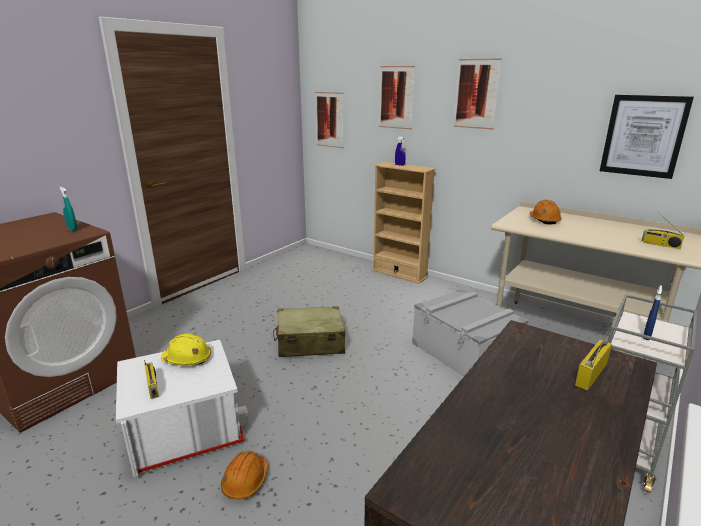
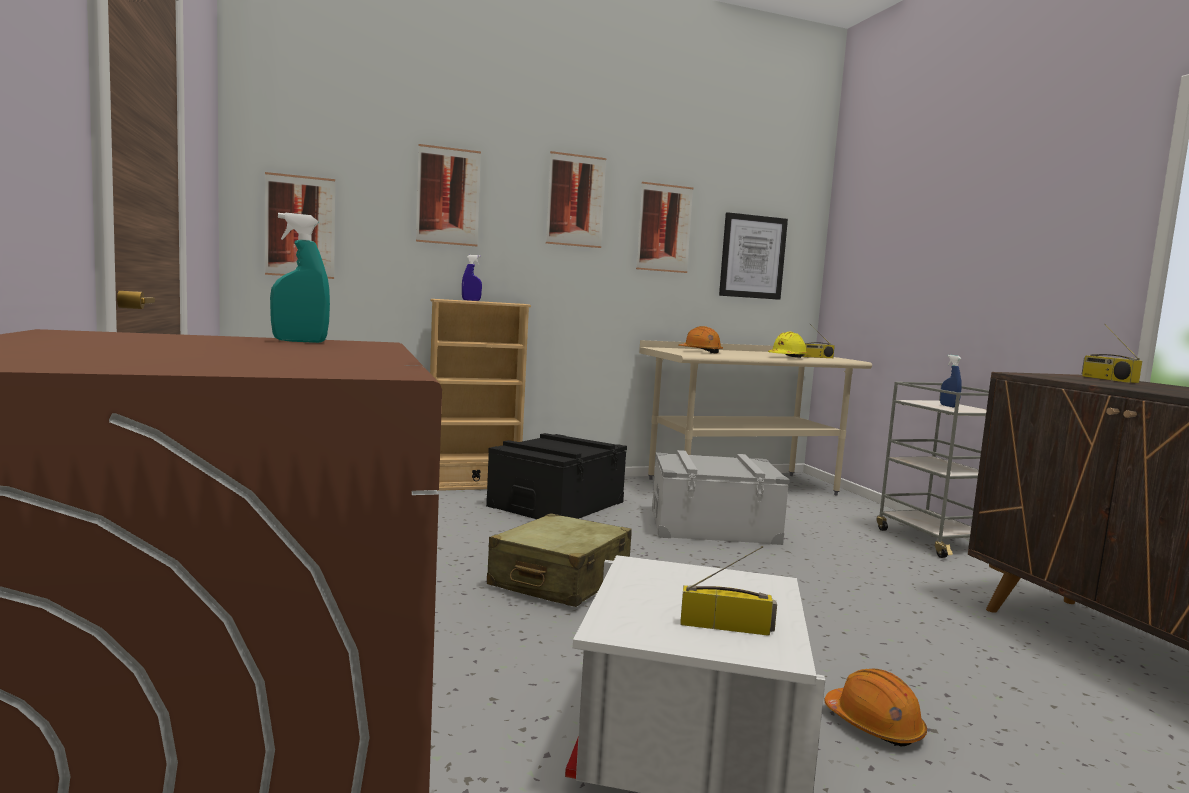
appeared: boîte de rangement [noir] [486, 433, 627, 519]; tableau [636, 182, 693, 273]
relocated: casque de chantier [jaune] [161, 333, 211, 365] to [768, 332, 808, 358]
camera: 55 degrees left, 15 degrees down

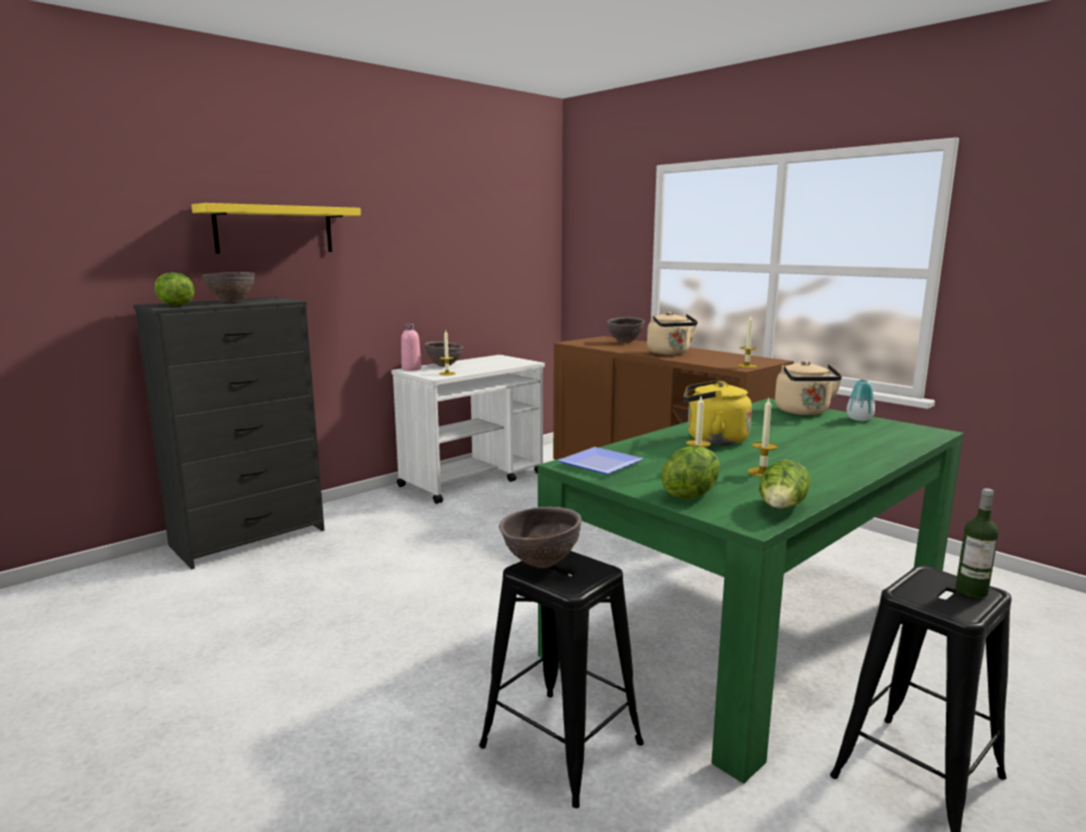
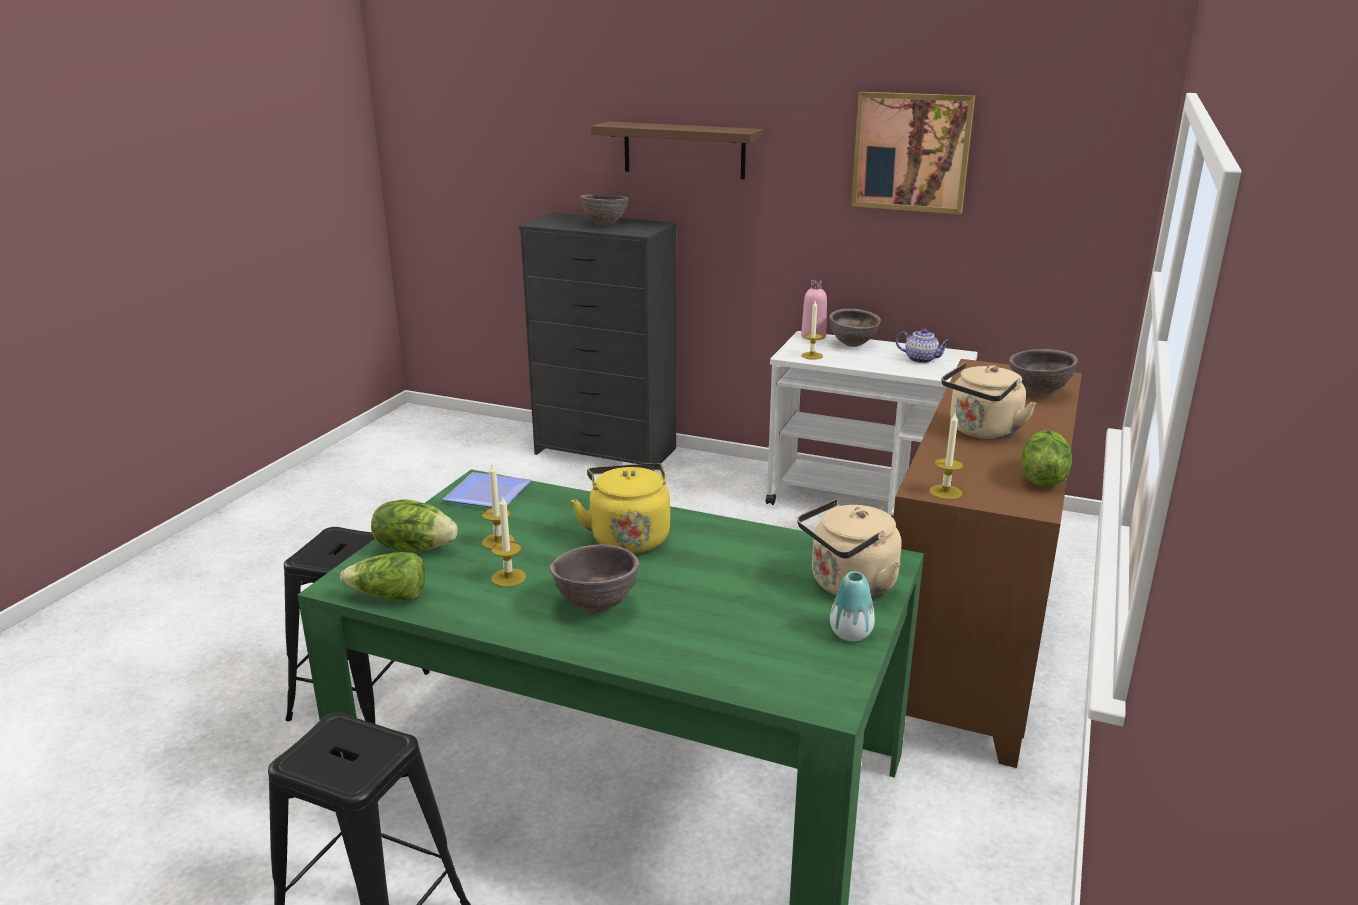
missing: bouteille [955, 488, 999, 598]
appeared: tableau [851, 92, 975, 214]; théière [896, 328, 951, 363]
relocated: laitue [154, 272, 194, 306] to [1021, 431, 1072, 487]; bol [marron] [499, 507, 582, 568] to [550, 544, 640, 613]
colour: étagère [jaune] [192, 203, 361, 254] to étagère [marron] [591, 121, 764, 179]
camera: 65 degrees right, 10 degrees up

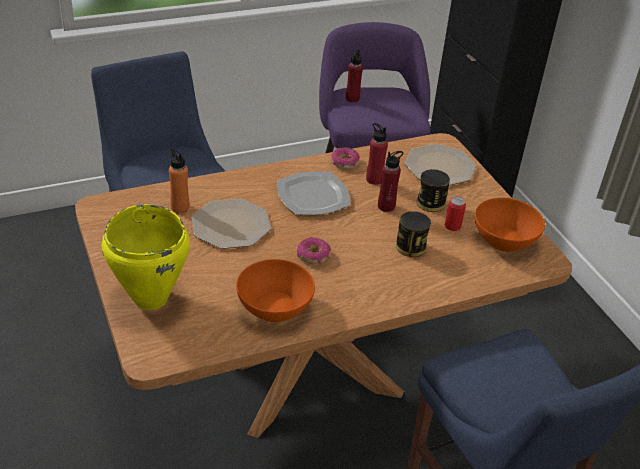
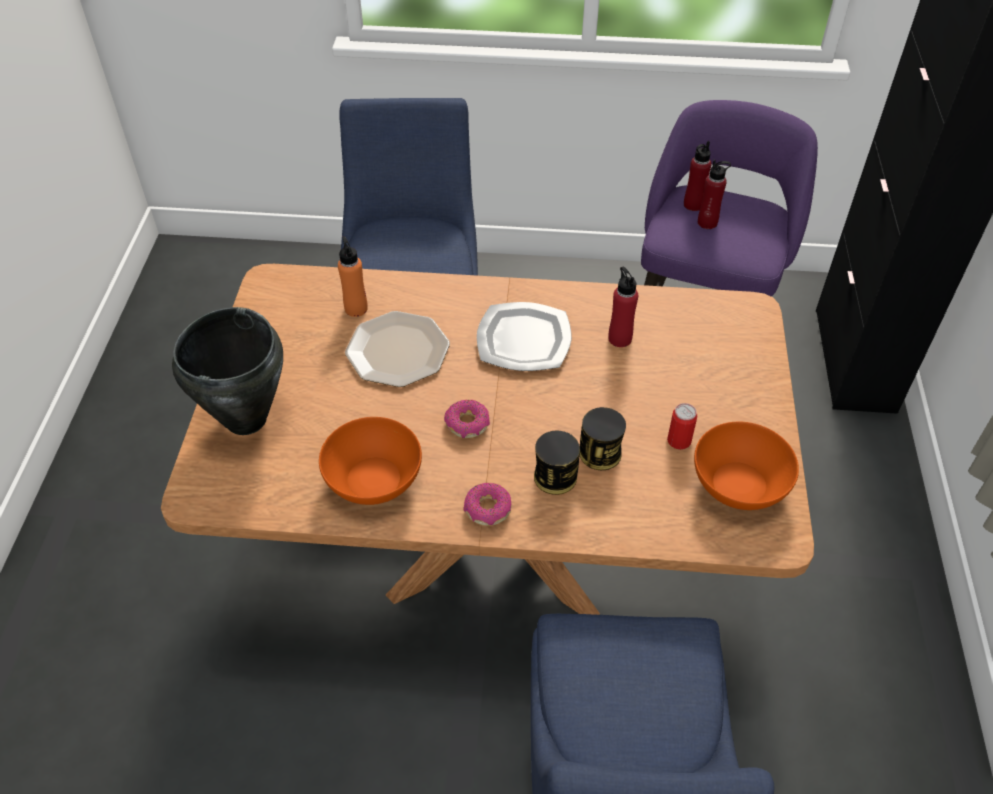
missing: assiette [404, 144, 476, 186]
relocated: beignet [331, 147, 360, 169] to [464, 483, 511, 526]; bouteille [rouge] [378, 151, 403, 212] to [698, 160, 731, 229]; boîte métallique [417, 169, 450, 212] to [534, 431, 580, 495]
colour: marmite [jaune] [102, 204, 190, 310] to marmite [noir] [172, 307, 283, 435]
camera: 30 degrees right, 10 degrees up

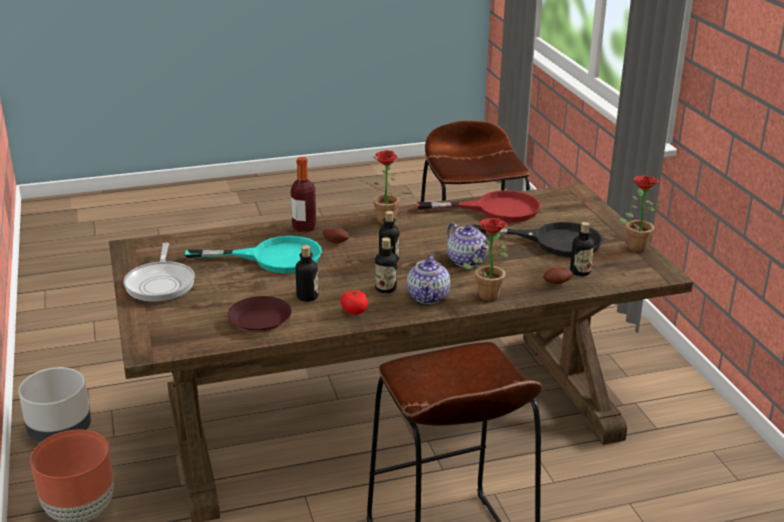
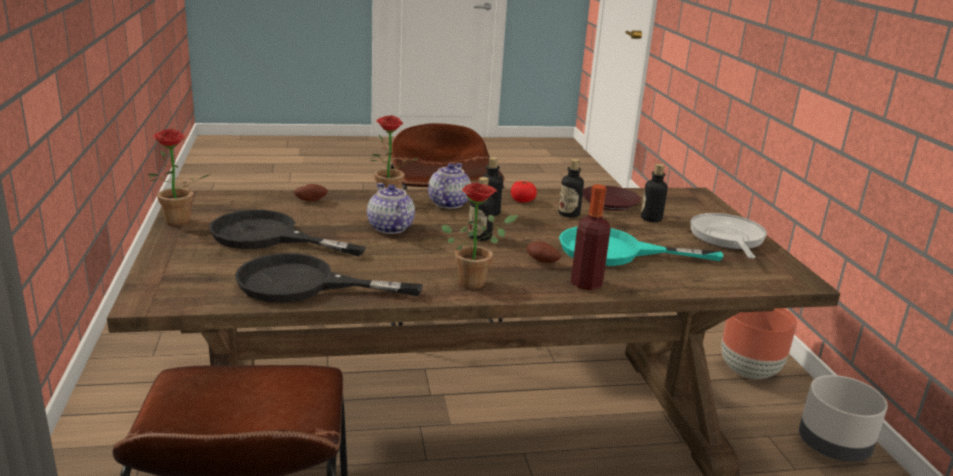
relocated: bouteille [570, 222, 594, 276] to [641, 164, 668, 222]
colour: poêle [rouge] [417, 190, 541, 222] to poêle [noir] [235, 253, 423, 303]
camera: 175 degrees left, 5 degrees down

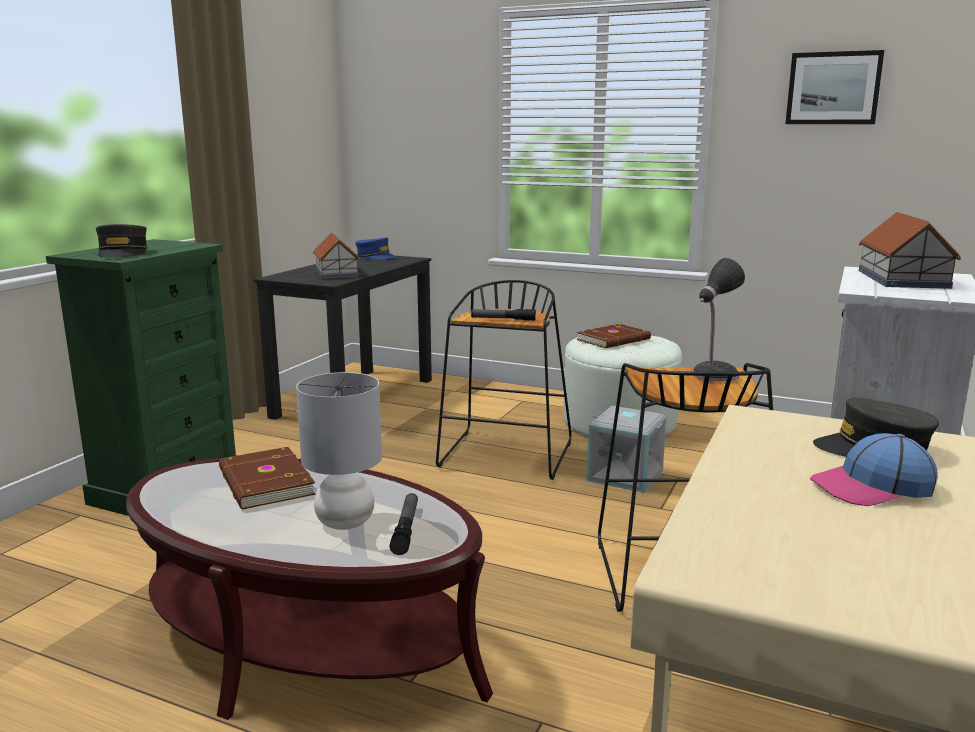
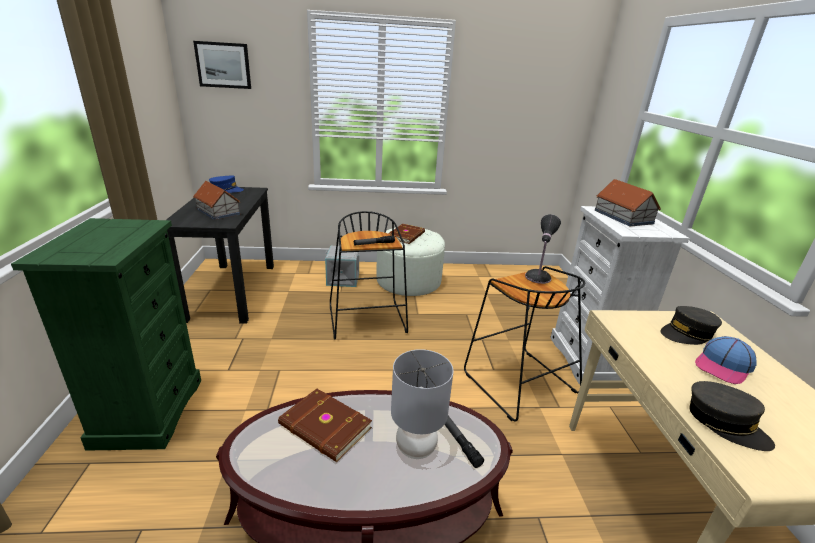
relocated: casquette [gris] [96, 224, 148, 257] to [690, 381, 775, 451]; boîte de rangement [gris] [587, 406, 667, 493] to [325, 246, 360, 287]; tableau [786, 50, 884, 124] to [193, 41, 251, 89]
camera: 30 degrees left, 10 degrees up

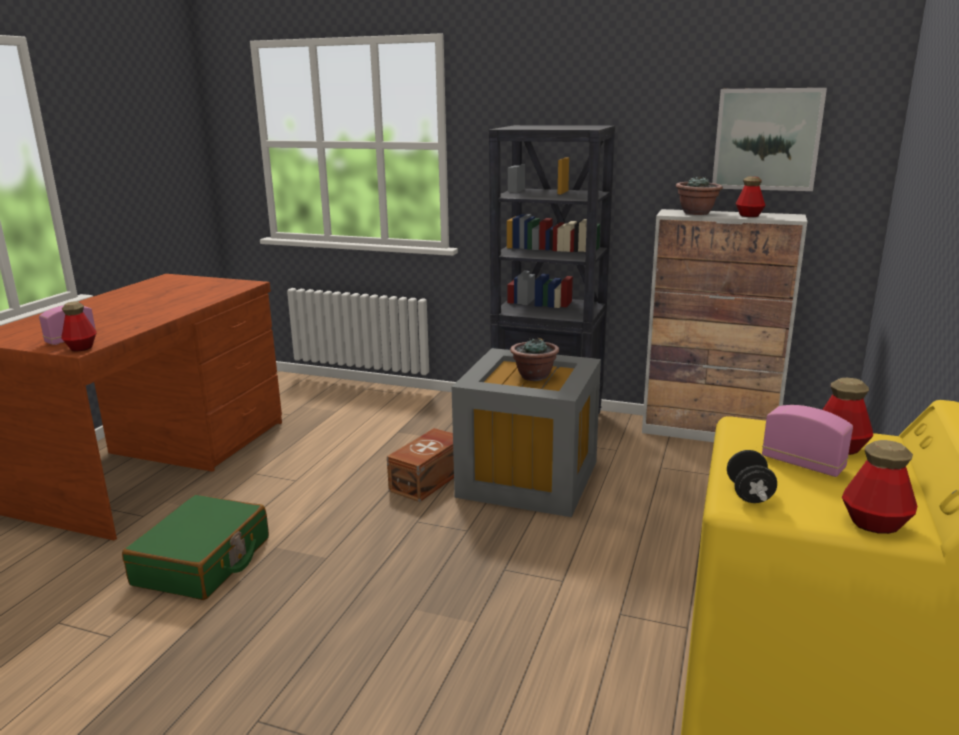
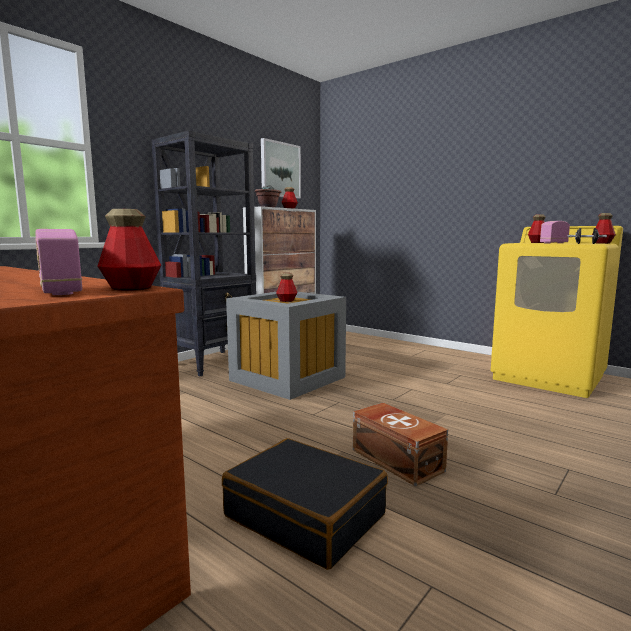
relocated: boîte de rangement [marron] [387, 428, 454, 502] to [353, 403, 448, 486]
exchanged: plante en pot [510, 337, 559, 381] to bouteille [276, 273, 298, 302]
colour: valise [vert] [122, 495, 269, 600] to valise [noir] [222, 438, 388, 570]
camera: 70 degrees left, 10 degrees down

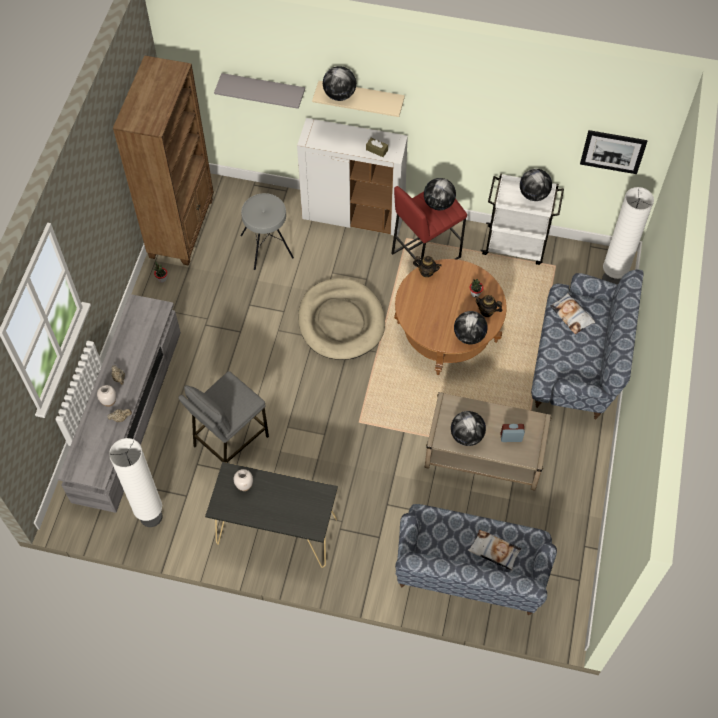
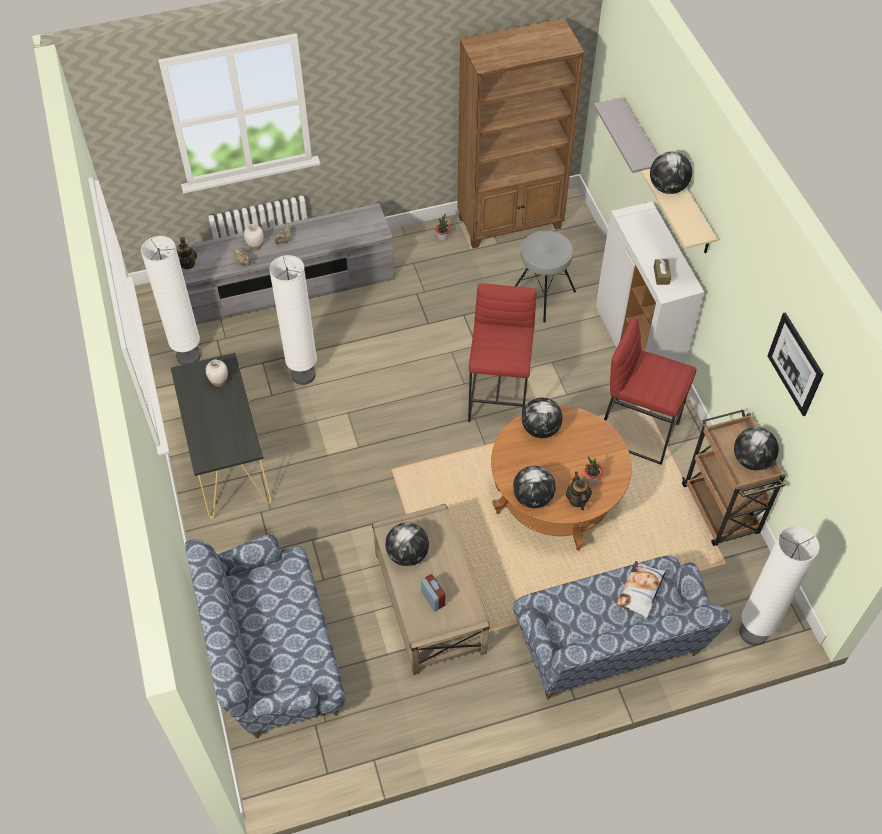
missing: coussin [468, 530, 521, 571]
relocated: théière [413, 256, 442, 277] to [177, 237, 197, 269]; globe [424, 178, 456, 210] to [522, 397, 563, 438]; tableau [580, 130, 648, 174] to [767, 312, 824, 416]
exchanged: tabouret [gris] [178, 371, 269, 463] to lampadaire [blanc] [269, 255, 317, 385]; panier pour chien [beige] [298, 278, 385, 360] to tabouret [rouge] [468, 283, 537, 422]
colour: chariot [blanc] [480, 173, 564, 265] to chariot [marron] [682, 410, 785, 546]
camera: 60 degrees right, 5 degrees down

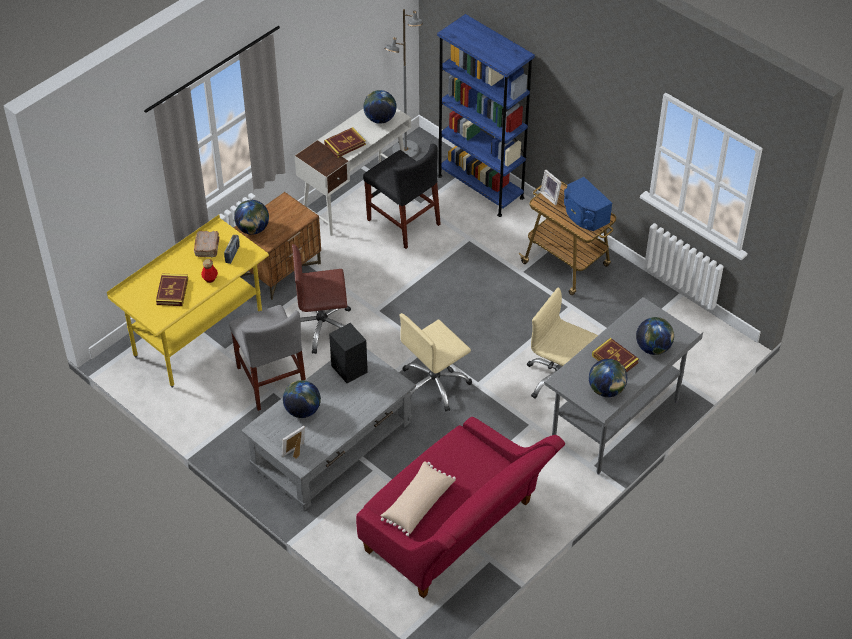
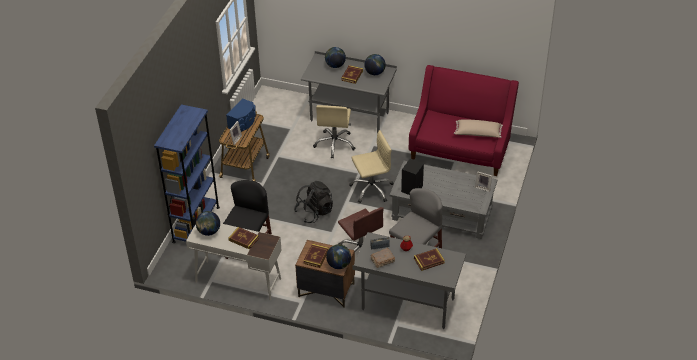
missing: globe [283, 380, 321, 418]; lampadaire [gris] [384, 9, 423, 158]
appeared: sac à dos [noir] [294, 181, 333, 223]; livre [303, 244, 329, 268]
colour: bureau [jaune] [107, 215, 269, 387] to bureau [gris] [353, 232, 466, 329]
spun: chaise de bureau [beige] [399, 313, 472, 411] = [349, 130, 394, 203] 45 degrees counterclockwise
camera: 115 degrees left, 5 degrees down

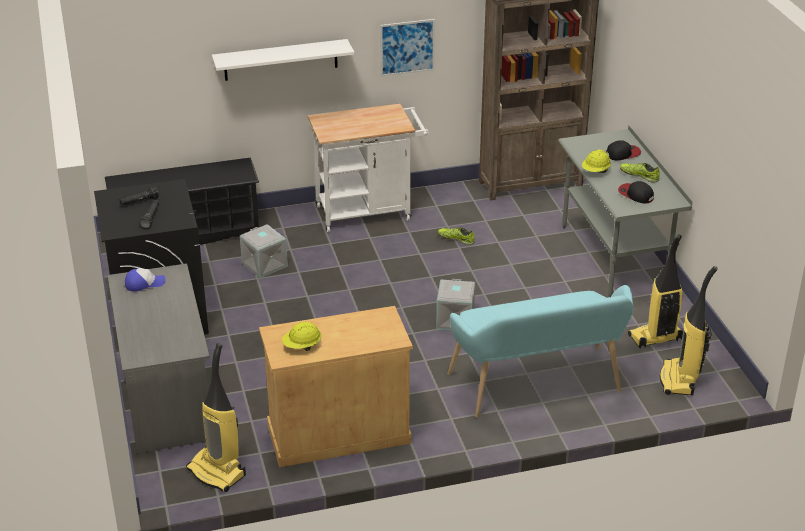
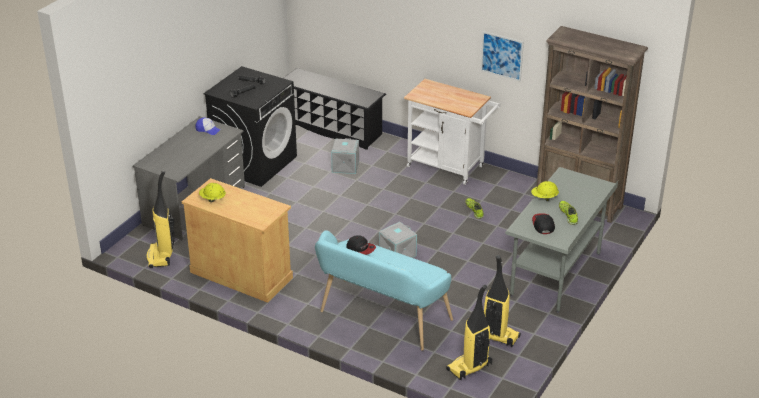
missing: étagère [blanc] [212, 39, 354, 81]
relocated: casquette [606, 140, 641, 160] to [346, 236, 376, 255]
camera: 45 degrees right, 0 degrees up

